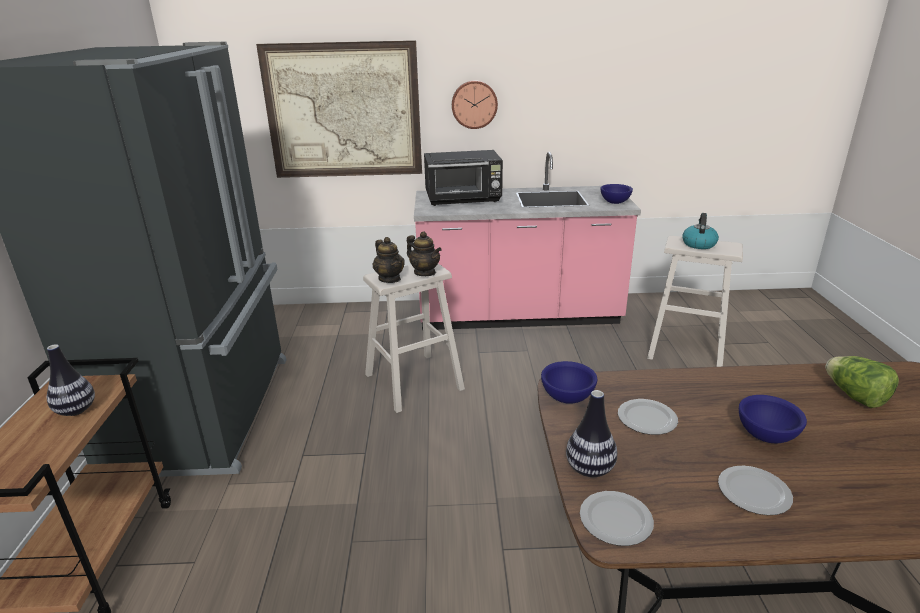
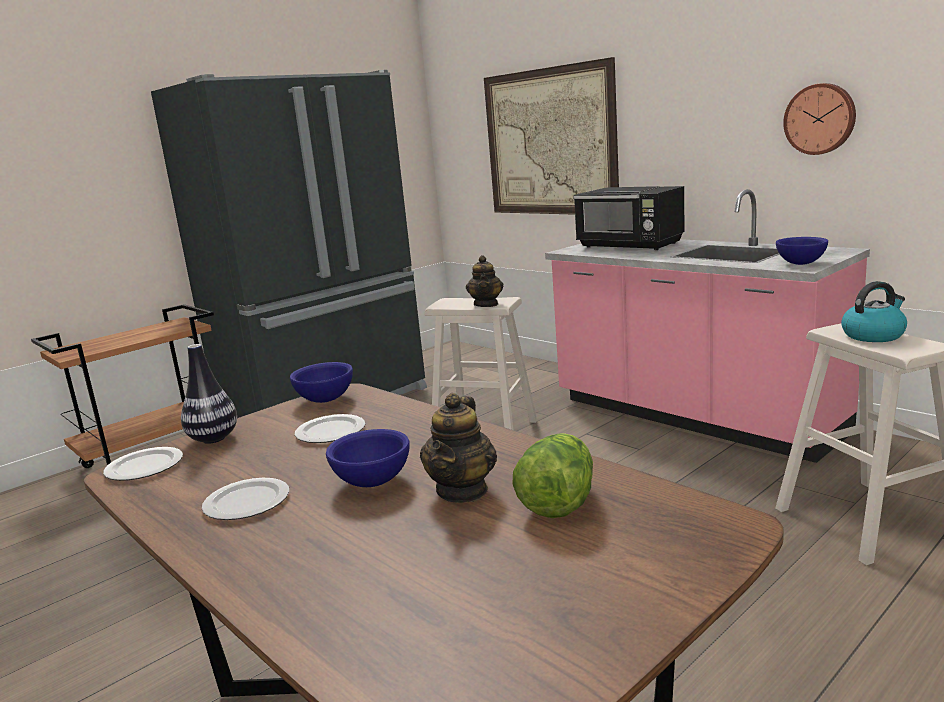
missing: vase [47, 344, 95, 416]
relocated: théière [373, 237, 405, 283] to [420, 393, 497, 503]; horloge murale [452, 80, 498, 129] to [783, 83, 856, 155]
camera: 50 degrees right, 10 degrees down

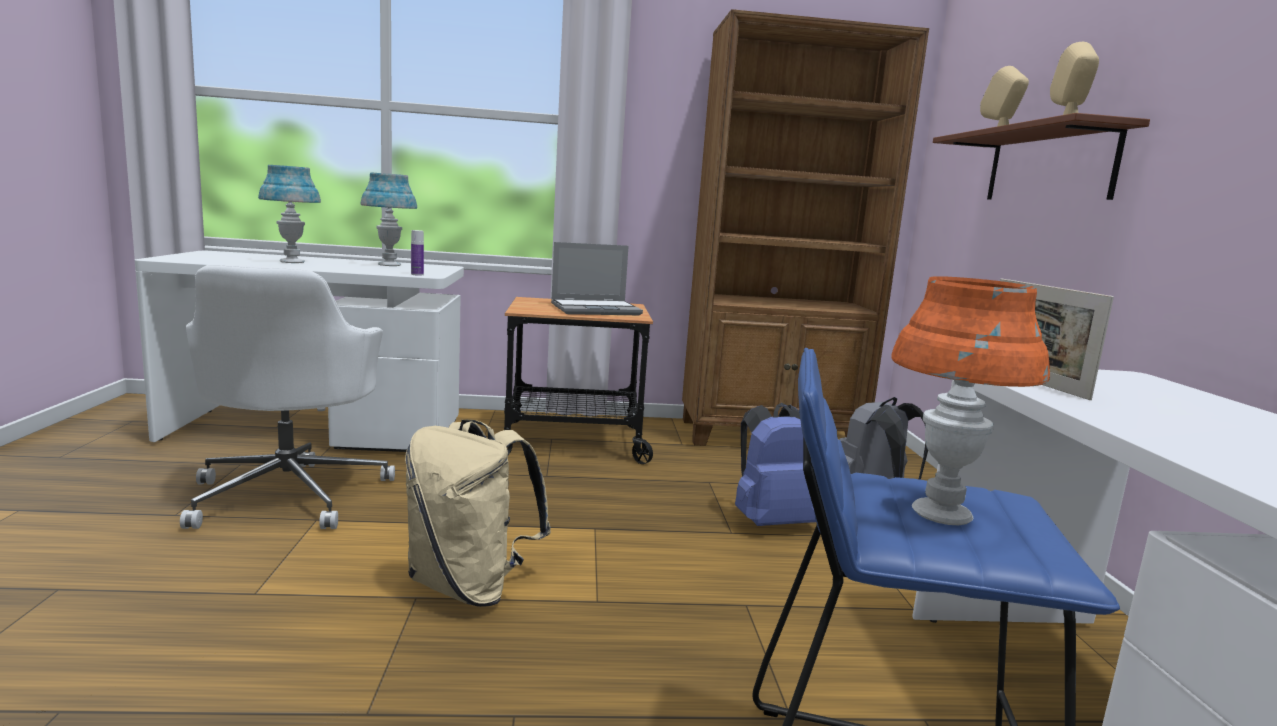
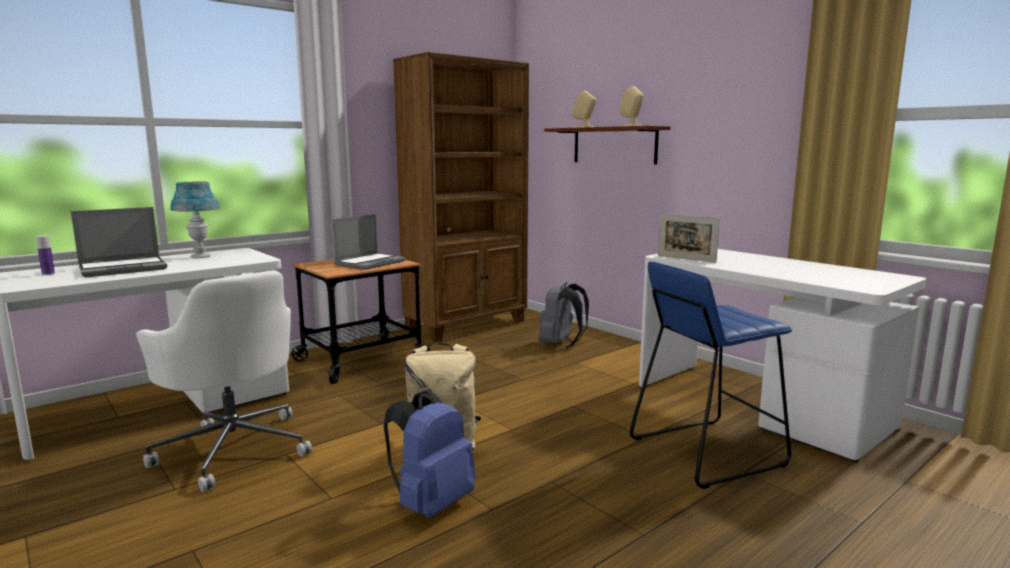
missing: lampe de table [orange] [891, 276, 1050, 525]
relocated: bouteille [411, 230, 424, 276] to [36, 236, 55, 275]; sac à dos [bleu] [735, 403, 816, 526] to [384, 391, 475, 518]
exchanged: lampe de table [bleu] [258, 165, 321, 263] to ordinateur portable [71, 207, 167, 277]
camera: 35 degrees left, 0 degrees up

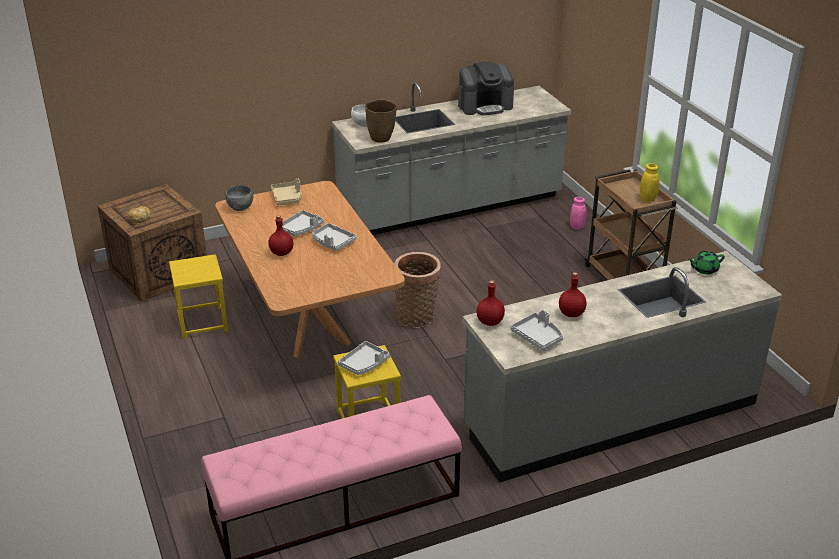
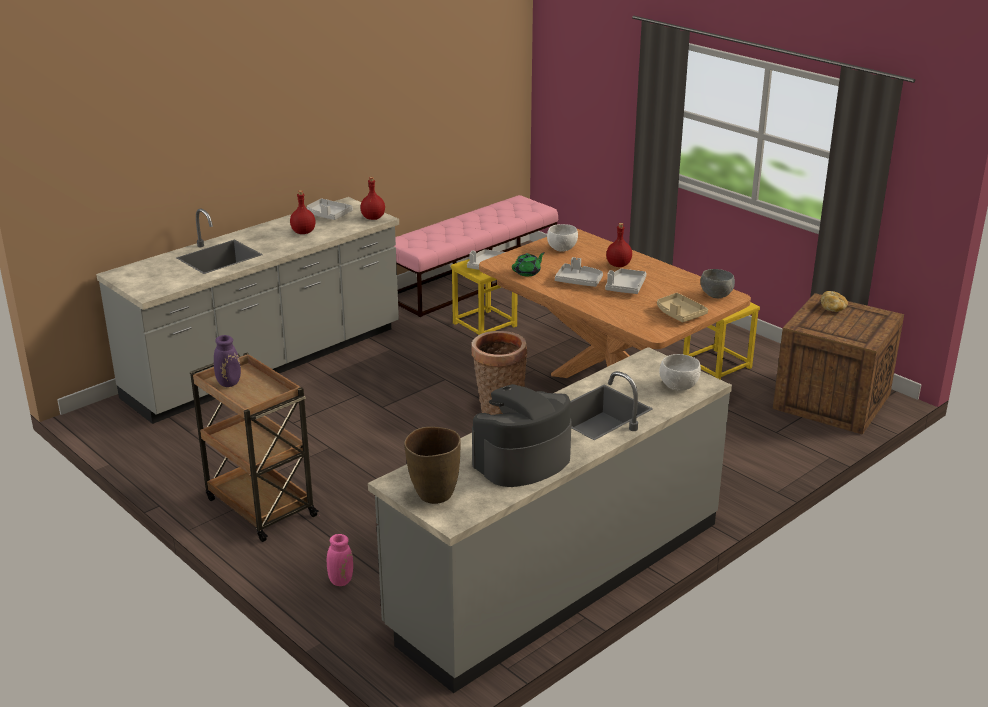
appeared: bol [blanc] [547, 224, 578, 252]
relocated: vase [marron] [365, 99, 397, 143] to [404, 427, 460, 504]; théière [vert] [688, 251, 725, 275] to [512, 252, 545, 276]
colour: vase [jaune] [640, 163, 659, 202] to vase [violet] [214, 335, 241, 387]
camera: 160 degrees right, 5 degrees down

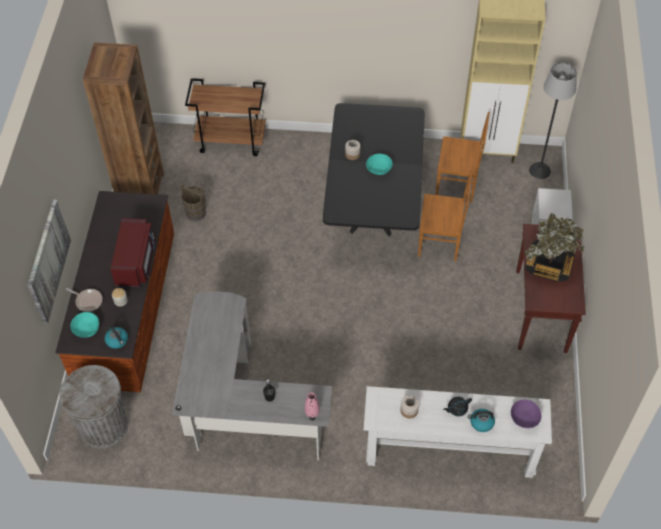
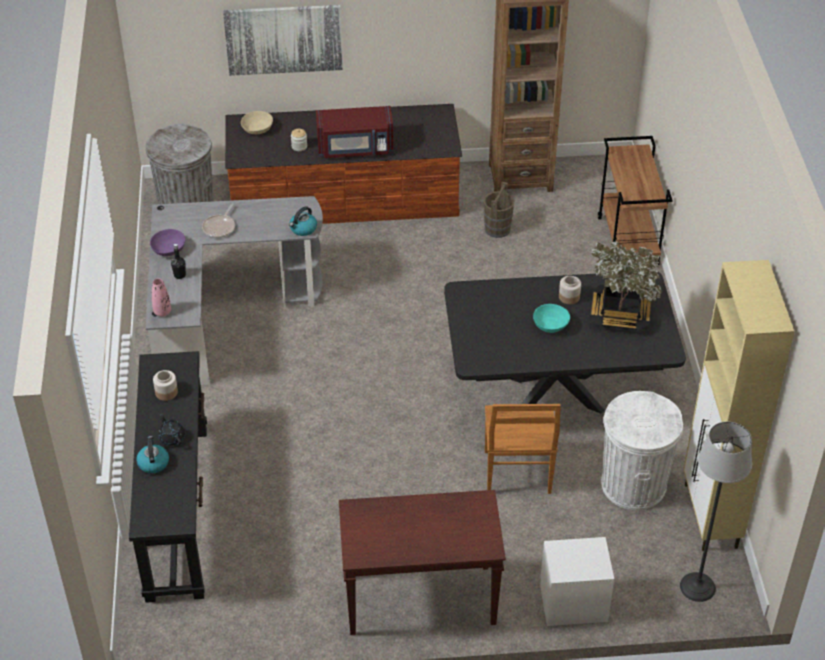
relocated: poêle [66, 288, 103, 312] to [202, 203, 235, 238]; bouilloire [105, 325, 128, 349] to [289, 206, 317, 236]; bol [violet] [511, 400, 542, 428] to [150, 229, 186, 256]; plante en pot [525, 213, 585, 282] to [590, 241, 662, 330]
exchanged: chaise [marron] [436, 112, 490, 202] to poubelle [blanc] [601, 391, 683, 510]
colour: bol [turquoise] [71, 312, 99, 338] to bol [beige] [241, 111, 273, 134]; table console [blanc] [364, 386, 552, 478] to table console [noir] [129, 351, 207, 603]
camera: 80 degrees right, 10 degrees down

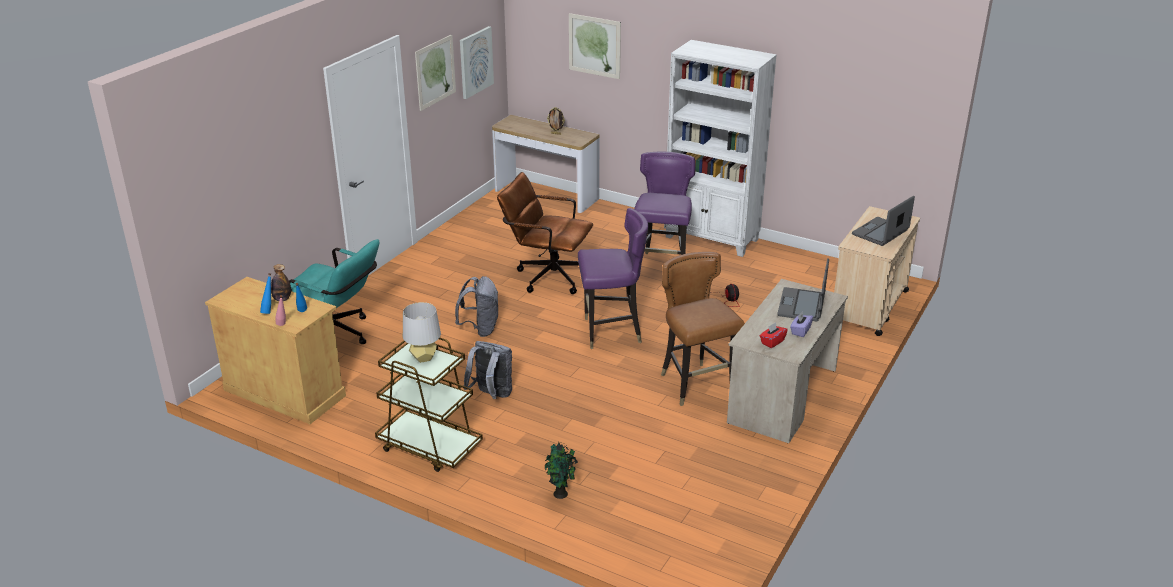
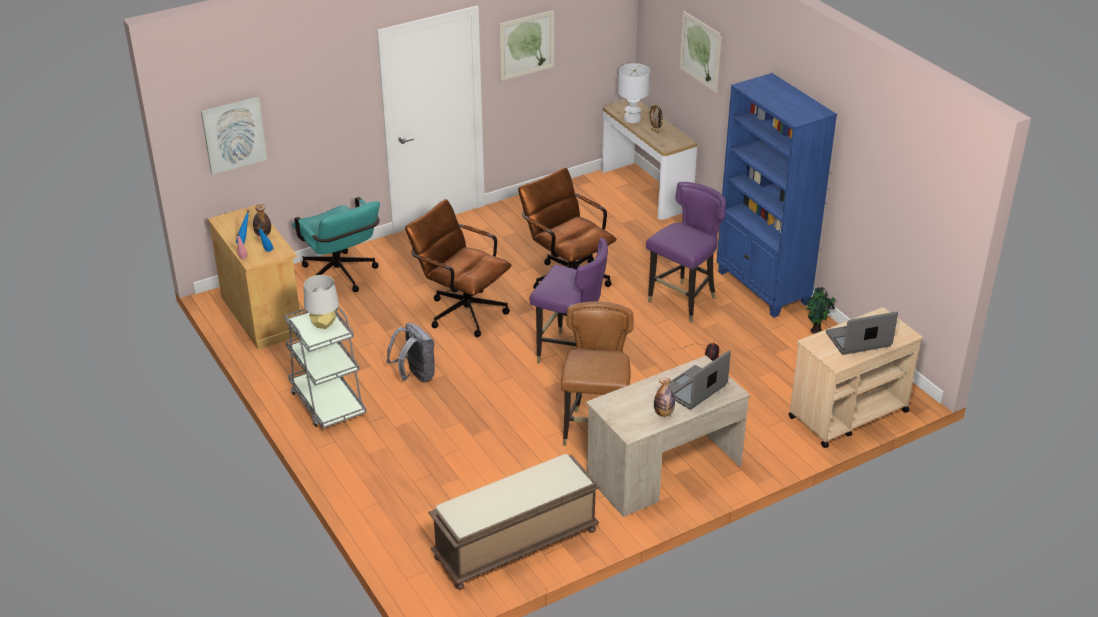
missing: boîte à mouchoirs [rouge] [760, 322, 787, 348]
appeared: banc [marron] [428, 454, 600, 590]; lampe de table [blanc] [618, 63, 650, 123]
relocated: tableau [460, 26, 494, 99] to [201, 97, 267, 175]; plante en pot [545, 443, 578, 499] to [805, 287, 836, 334]
exchanged: sac à dos [gris] [455, 276, 498, 337] to chaise de bureau [marron] [405, 199, 512, 337]; boîte à mouchoirs [violet] [790, 312, 813, 337] to bouteille [654, 378, 675, 417]
colour: chariot [marron] [375, 338, 483, 472] to chariot [gris] [284, 306, 367, 428]; bibliothèque [blanc] [664, 40, 777, 257] to bibliothèque [bleu] [717, 73, 837, 318]
camera: 30 degrees right, 5 degrees up

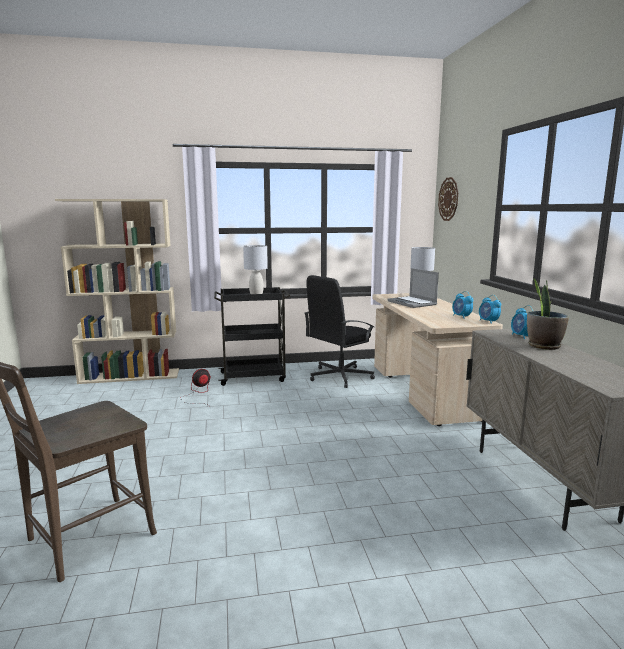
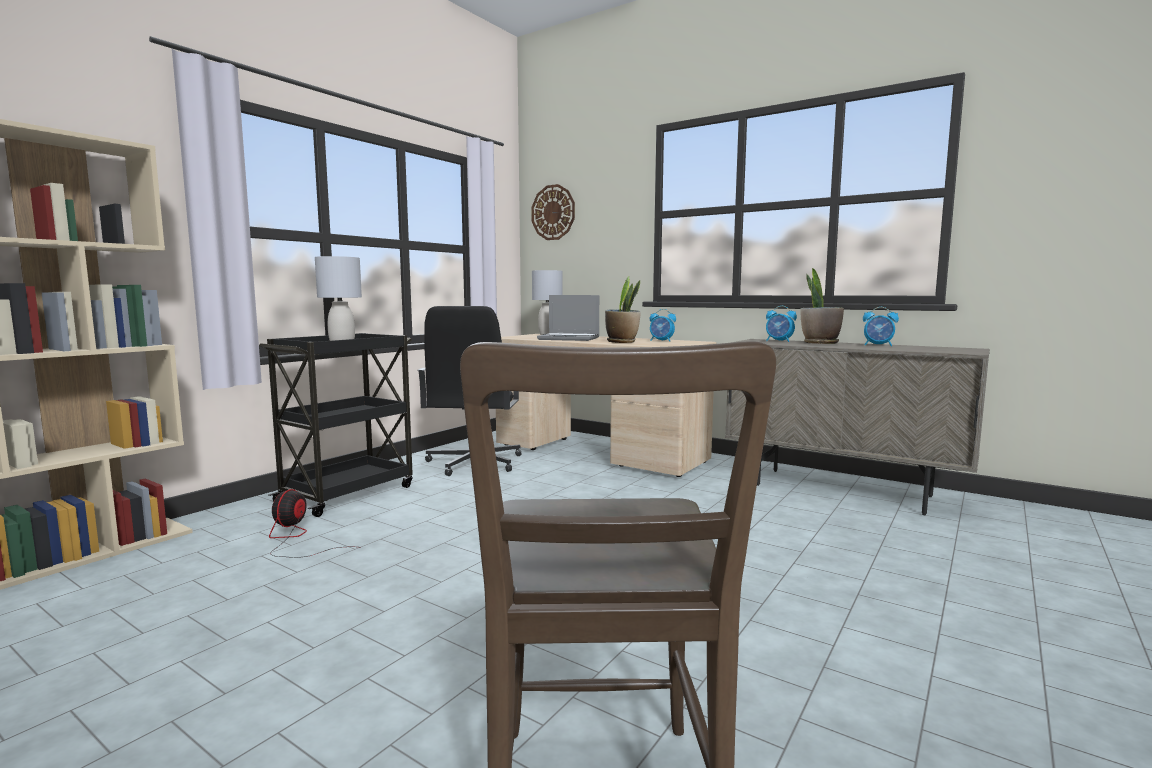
appeared: plante en pot [605, 276, 641, 343]
relocated: réveil [479, 295, 501, 324] to [863, 307, 899, 346]
camera: 45 degrees left, 5 degrees down

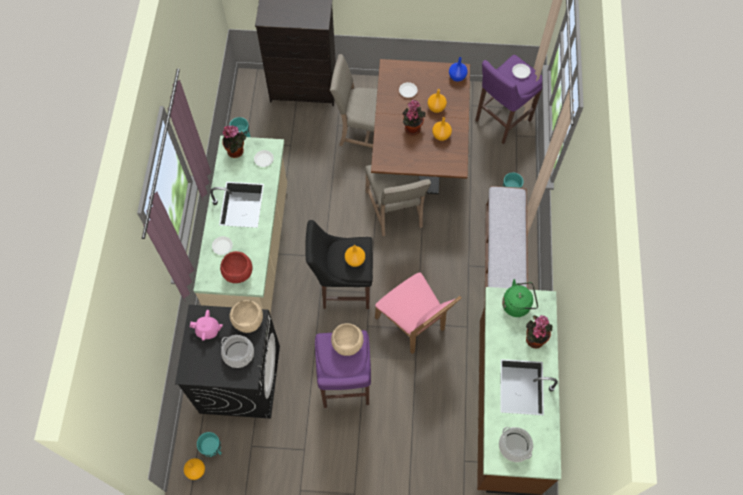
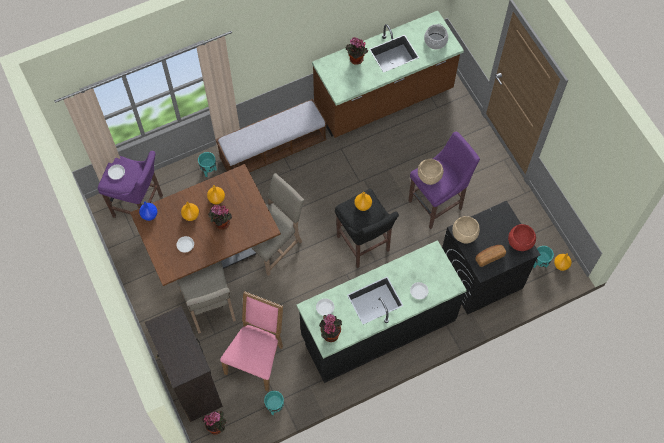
missing: marmite [221, 335, 254, 368]; bouilloire [vert] [502, 279, 538, 317]
appeared: plante en pot [202, 411, 226, 434]
relocated: bol [rouge] [220, 251, 253, 283] to [508, 224, 536, 251]; chaise [rose] [375, 272, 462, 354] to [220, 291, 283, 391]
exchanged: théière [rose] [190, 310, 223, 341] to pain [475, 245, 506, 267]
colour: comptoir de cuisine [beige] [193, 136, 287, 314] to comptoir de cuisine [noir] [297, 240, 467, 383]
camera: 120 degrees left, 0 degrees up

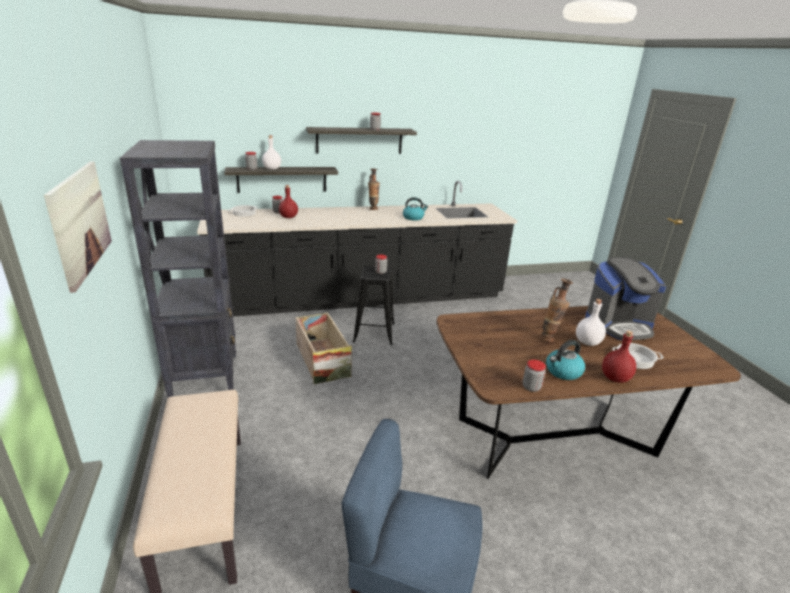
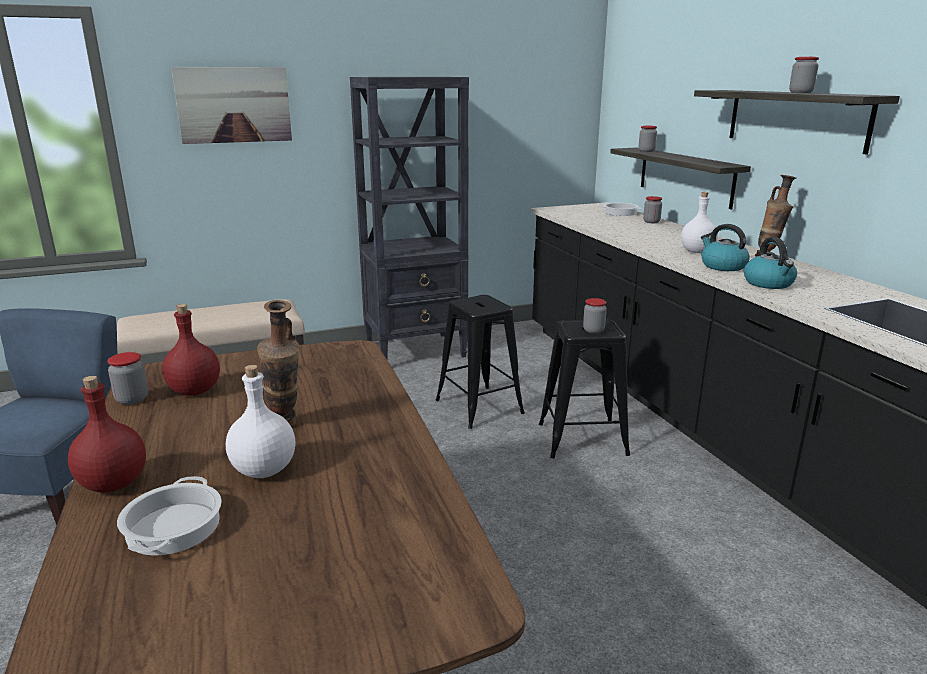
missing: machine à café [585, 257, 666, 340]
relocated: bouteille [blanc] [262, 135, 281, 170] to [681, 192, 718, 253]; bouteille [rouge] [279, 185, 298, 218] to [162, 304, 220, 396]; bouilloire [546, 340, 585, 380] to [701, 224, 750, 271]
exchanged: caisse [296, 312, 352, 384] to tabouret [noir] [436, 295, 525, 429]
camera: 85 degrees right, 5 degrees down

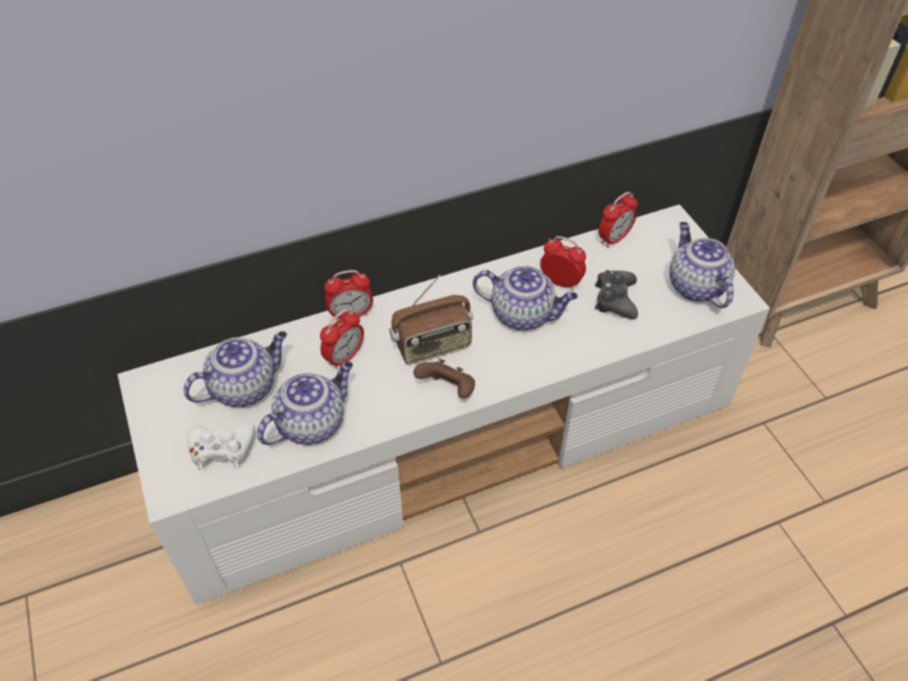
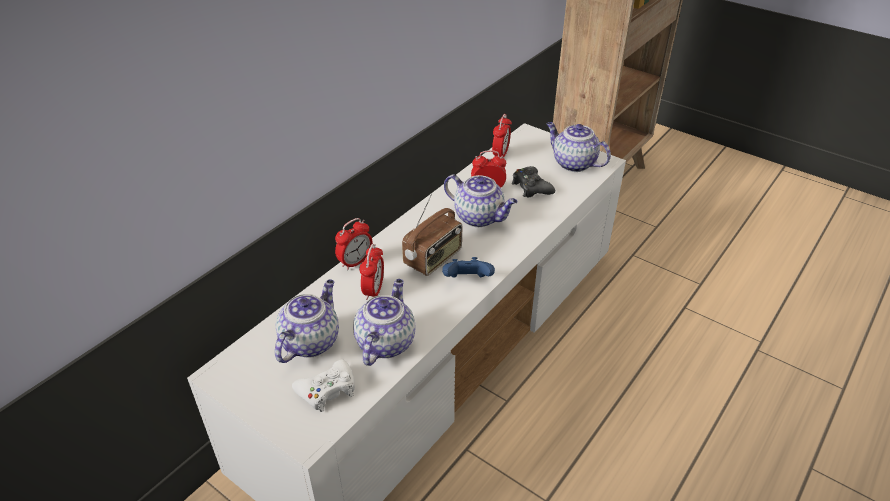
colour: manette [marron] [413, 359, 475, 399] to manette [bleu] [442, 257, 495, 278]
spun: théière [473, 265, 578, 331] = [444, 174, 518, 227] 45 degrees clockwise
camera: 30 degrees left, 10 degrees down

